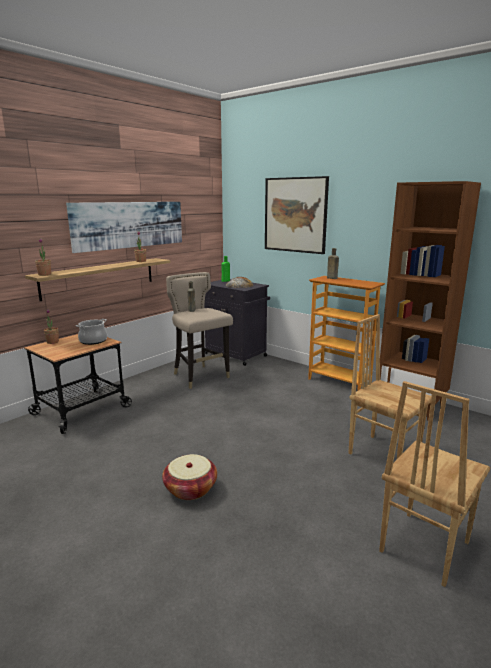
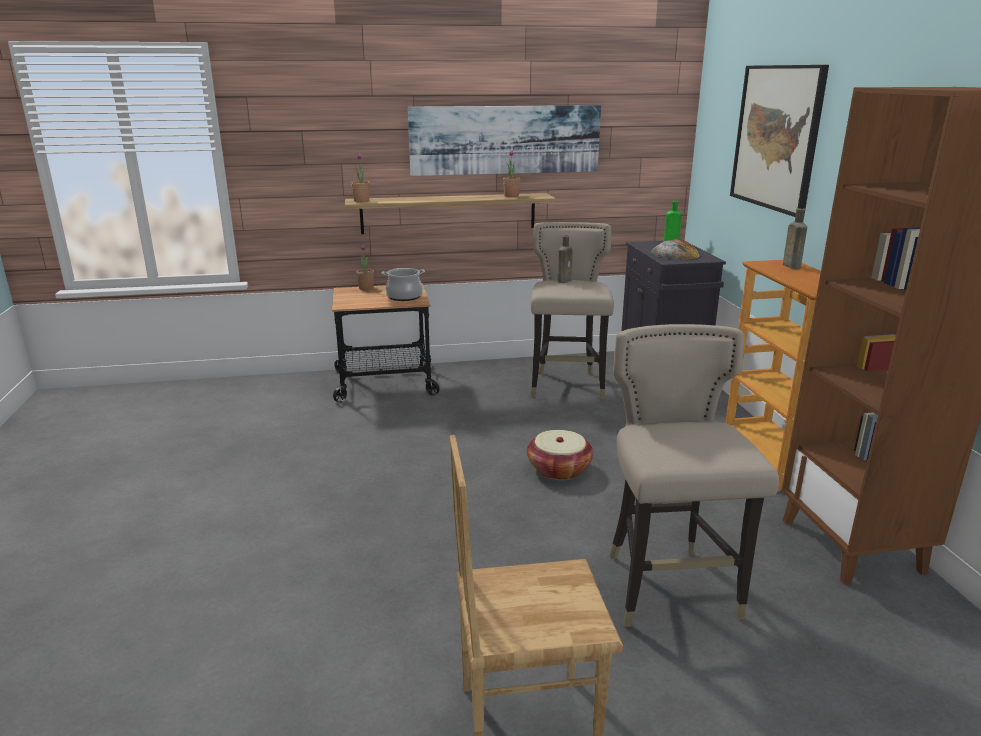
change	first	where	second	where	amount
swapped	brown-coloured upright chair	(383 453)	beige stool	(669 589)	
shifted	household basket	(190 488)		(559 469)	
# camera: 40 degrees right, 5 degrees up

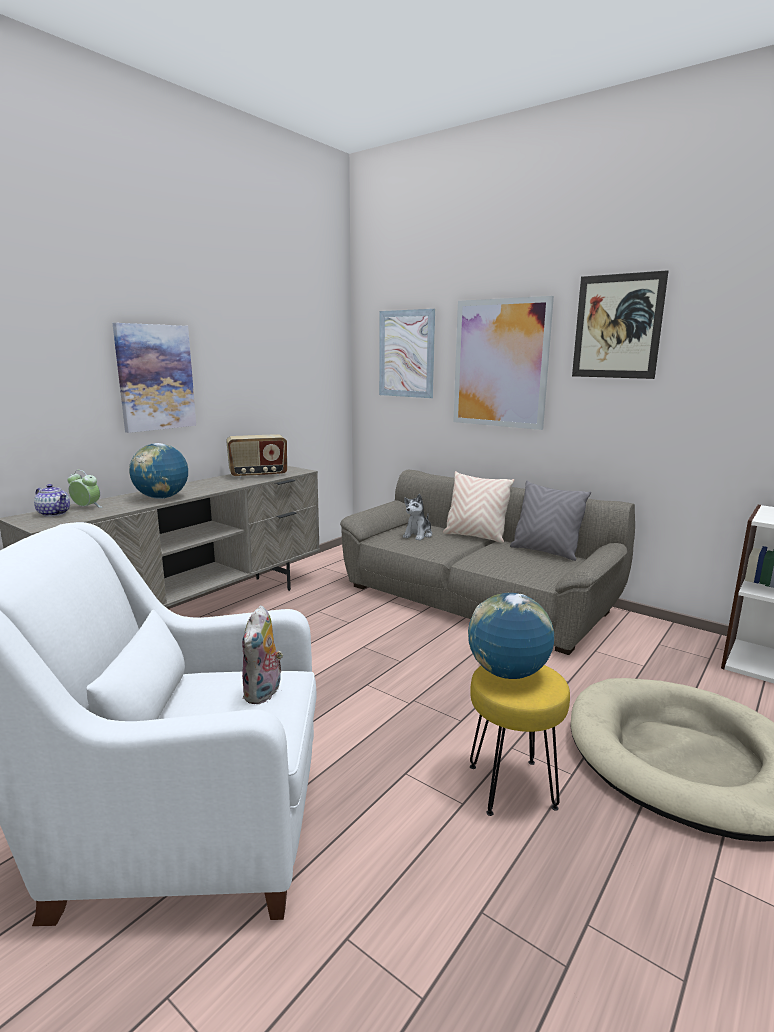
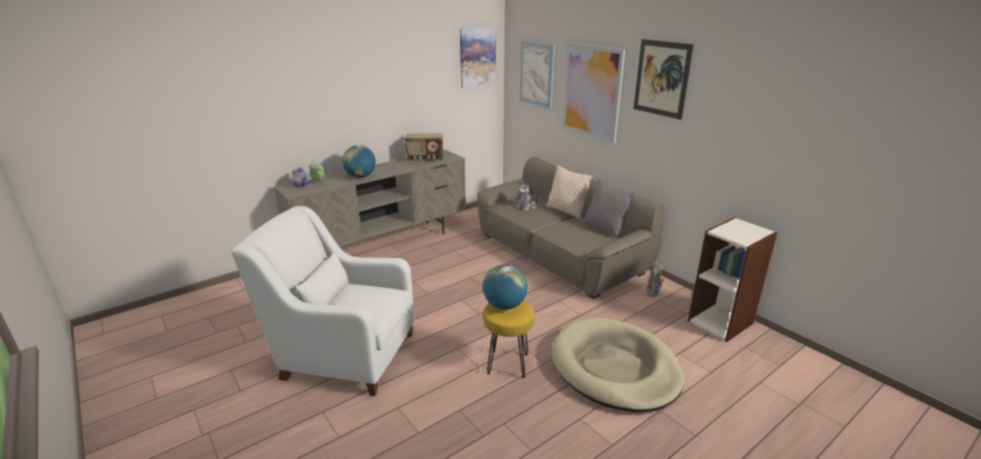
change	first	where	second	where	amount
shifted	wall picture	(155 377)		(477 56)	
shifted	soft toy	(264 693)		(653 293)	
# camera: 15 degrees right, 10 degrees up

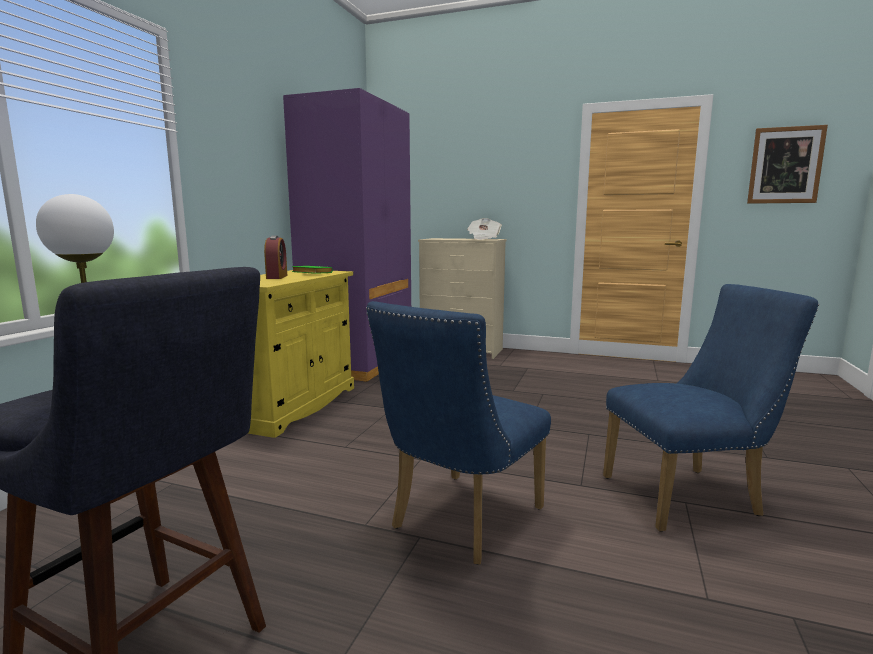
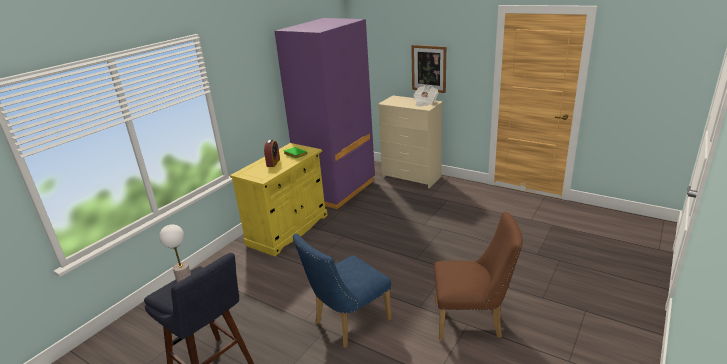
change	first	where	second	where	amount
shifted	wall picture	(785 165)		(429 68)	
repainted	blue-coloured upright chair	(690 496)	brown-coloured upright chair	(472 321)	
# camera: 15 degrees right, 15 degrees up

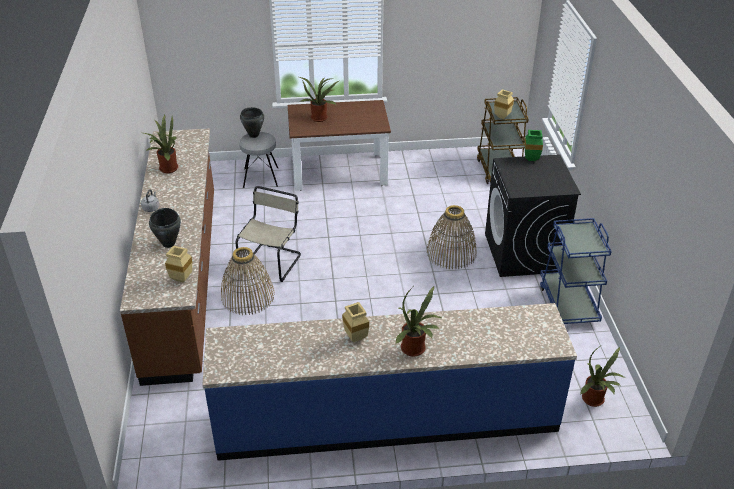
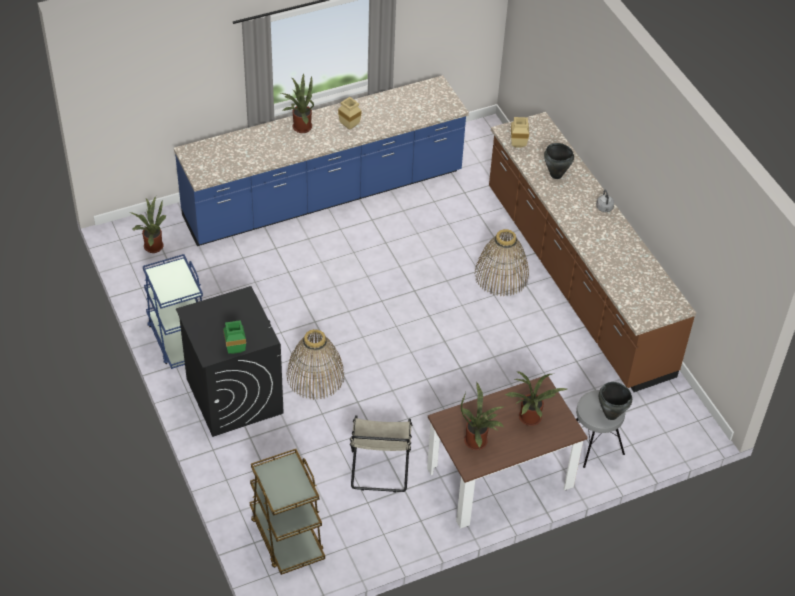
change	first	where	second	where	amount
gone	beige decorative vase	(501 117)			
shifted	potted plant	(167 168)		(478 441)	
shifted	beige upright chair	(272 261)		(380 469)	
# camera: 160 degrees right, 10 degrees up

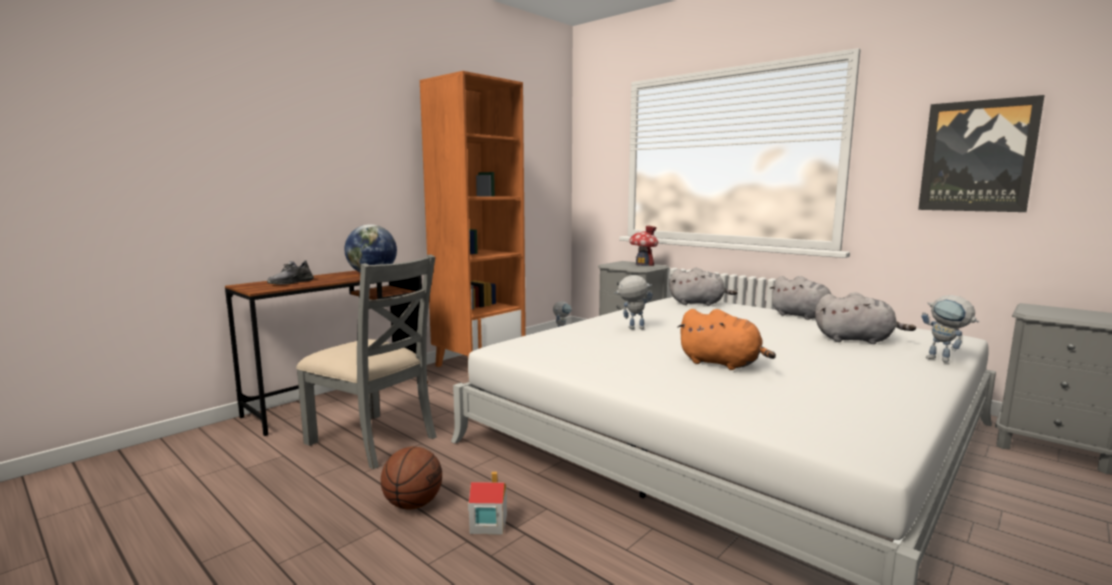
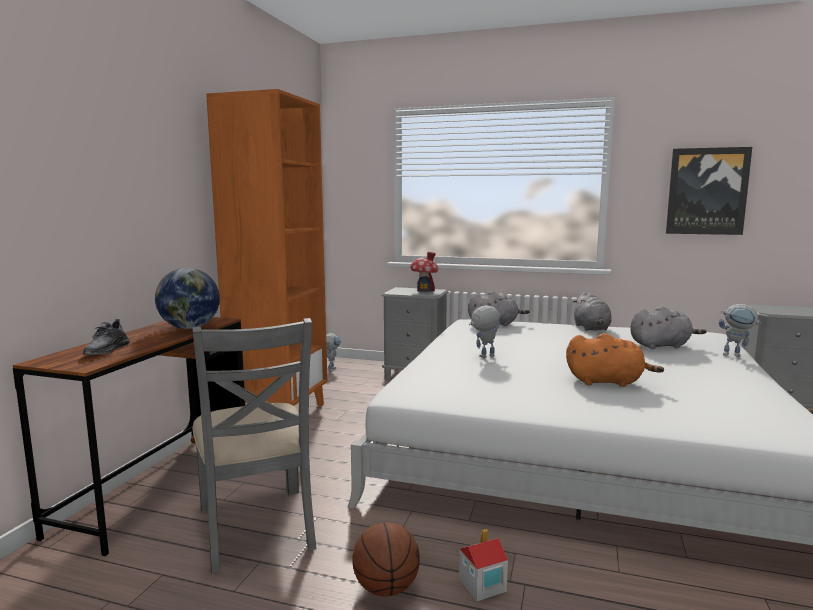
change	first	where	second	where	amount
rotated	grey upright chair	(373 440)		(257 526)	60 degrees clockwise
rotated	grey soft toy	(802 316)		(591 328)	60 degrees clockwise
# camera: 25 degrees left, 0 degrees up

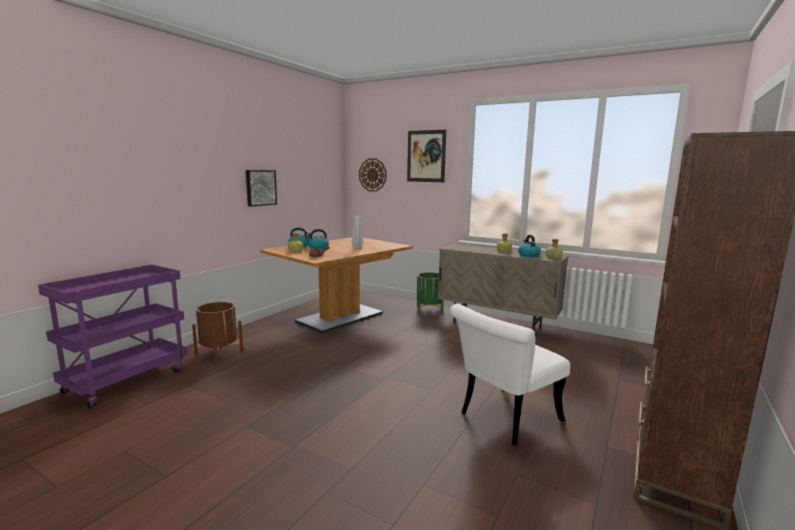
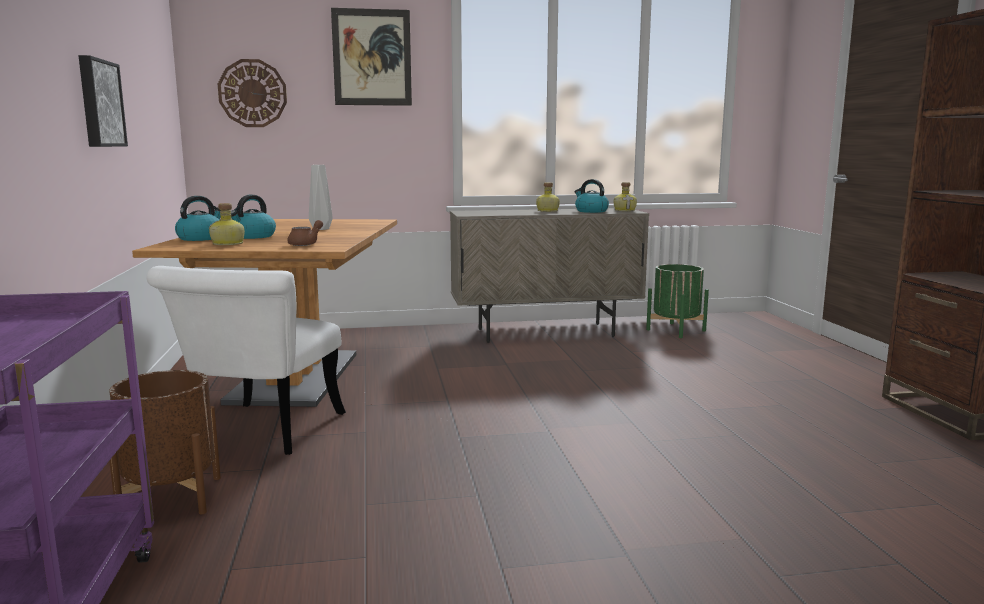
change	first	where	second	where	amount
shifted	greenish planter	(429 310)		(676 330)	
shifted	white-coloured upright chair	(503 419)		(261 434)	
# camera: 40 degrees left, 0 degrees up

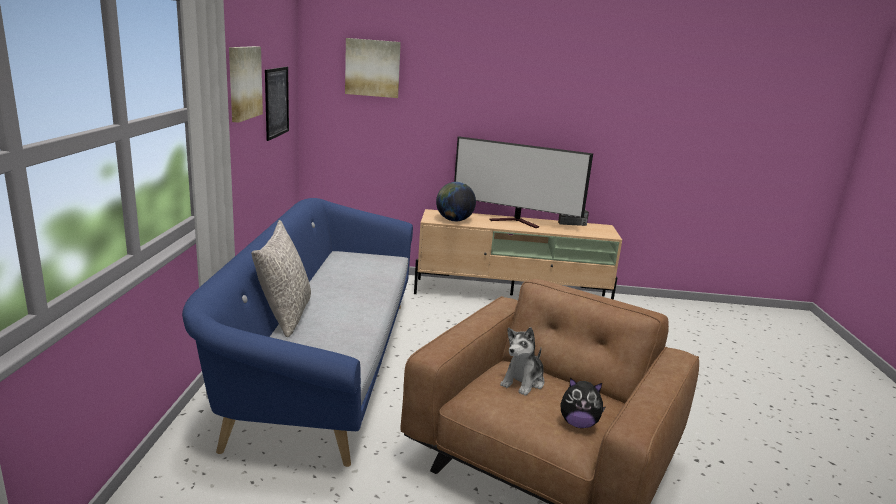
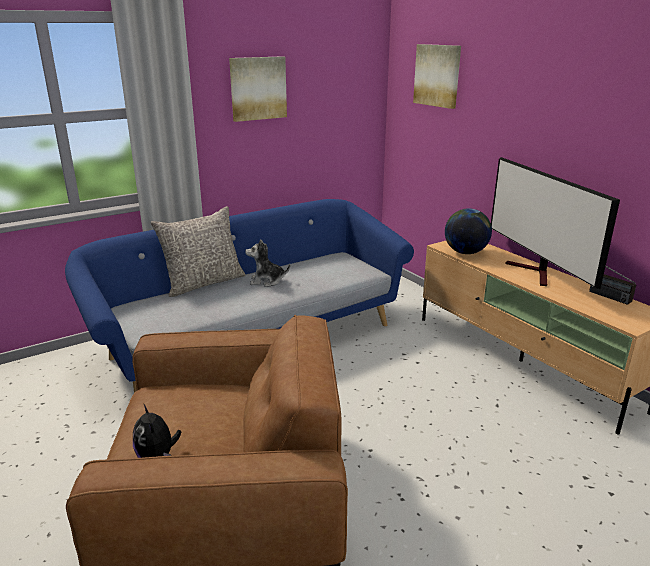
change	first	where	second	where	amount
gone	wall picture	(276 102)			
shifted	soft toy	(523 382)		(266 281)	
# camera: 55 degrees right, 5 degrees up

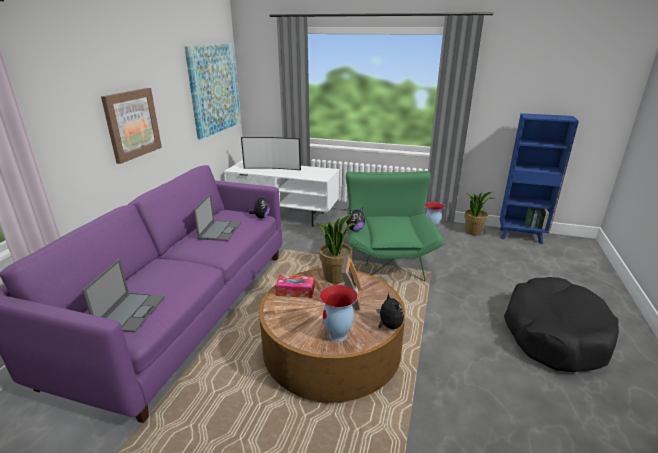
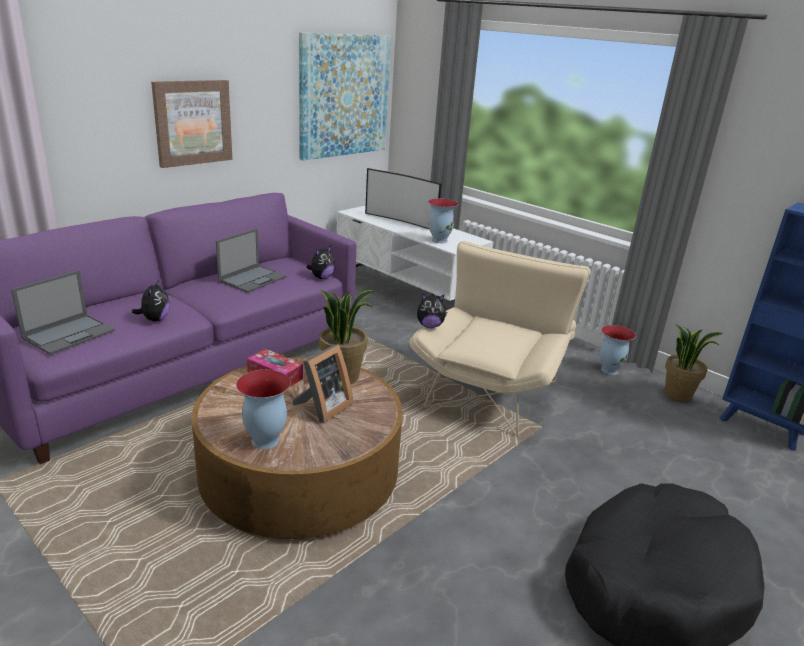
change	first	where	second	where	amount
repainted	greenish lounge chair	(386 257)	beige lounge chair	(493 387)	
shifted	soft toy	(389 326)		(155 319)	
new			decorative vase	(439 240)	
# camera: 25 degrees right, 0 degrees up

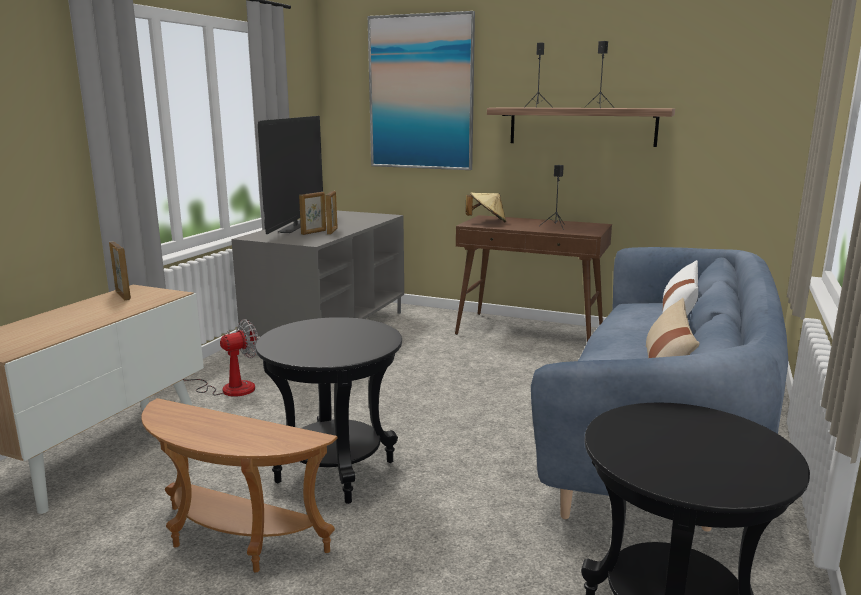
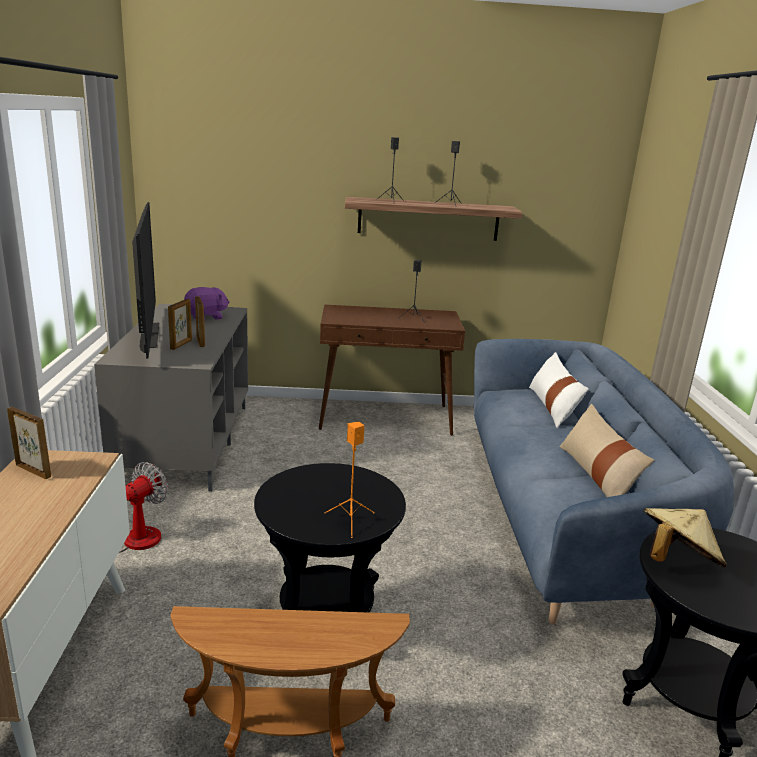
change	first	where	second	where	amount
gone	wall picture	(421 93)			
shifted	beige wearable hat	(487 222)		(676 560)	
new			purple-coloured soft toy	(206 317)	
new			orange speaker	(350 521)	
# camera: 25 degrees left, 5 degrees up

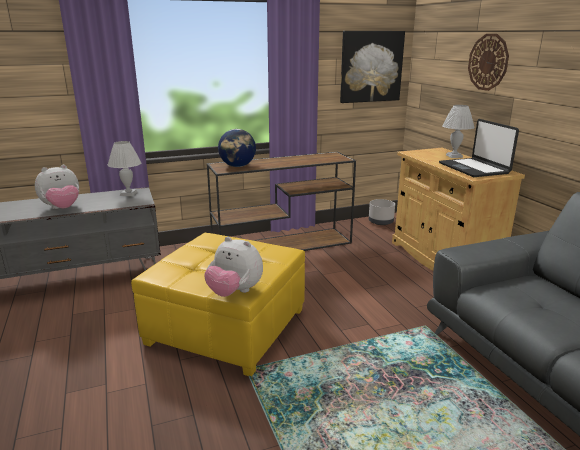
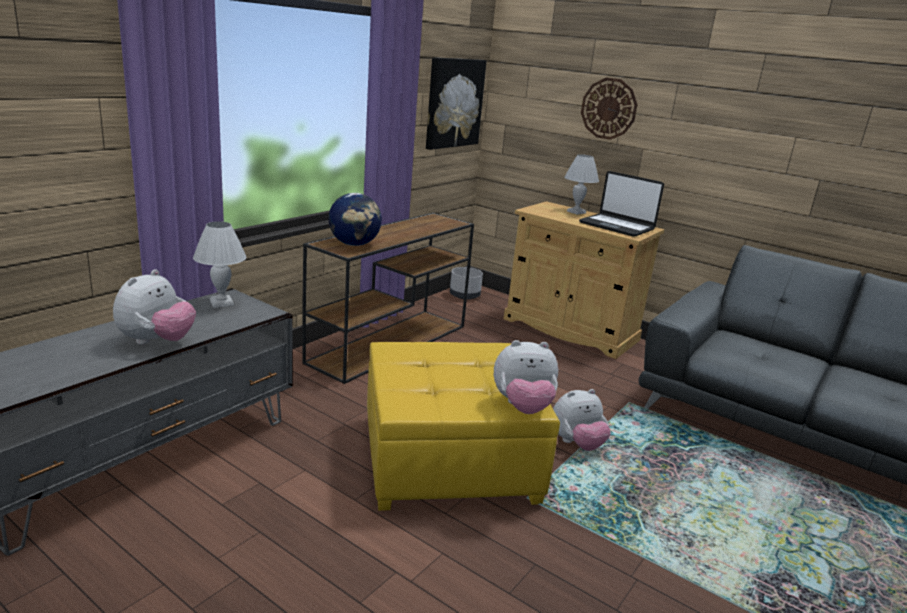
change	first	where	second	where	amount
new			soft toy	(576 444)	
# camera: 35 degrees left, 0 degrees up

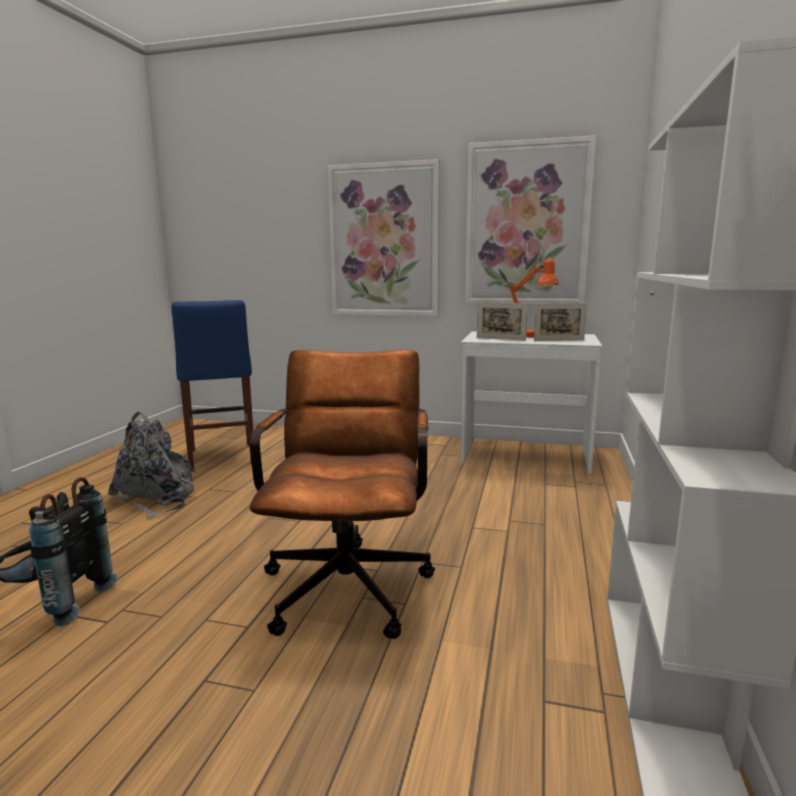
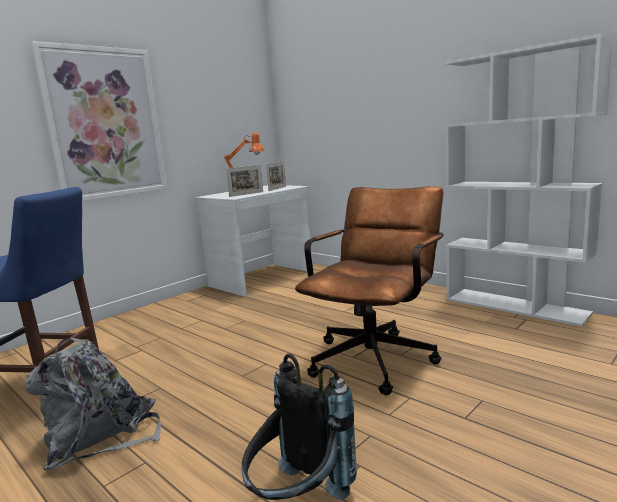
change	first	where	second	where	amount
gone	wall picture	(526 225)			
rotated	brown-coloured desk chair	(349 580)		(377 356)	90 degrees clockwise
# camera: 60 degrees left, 0 degrees up

